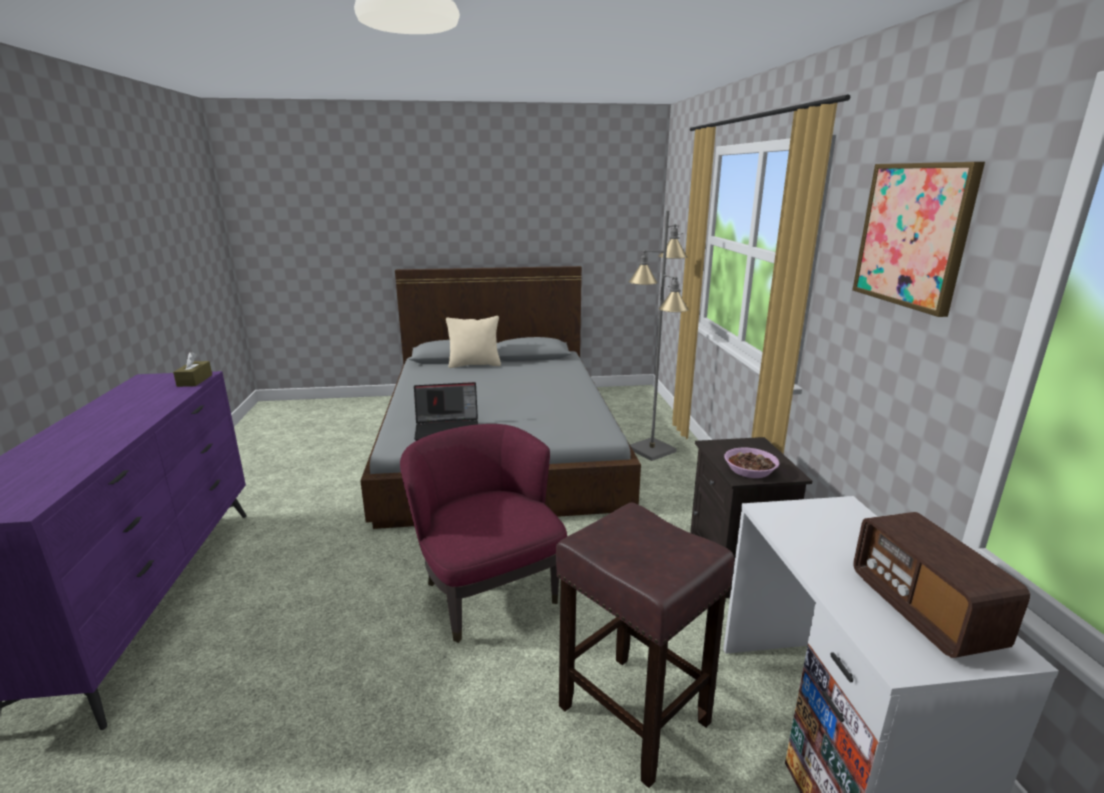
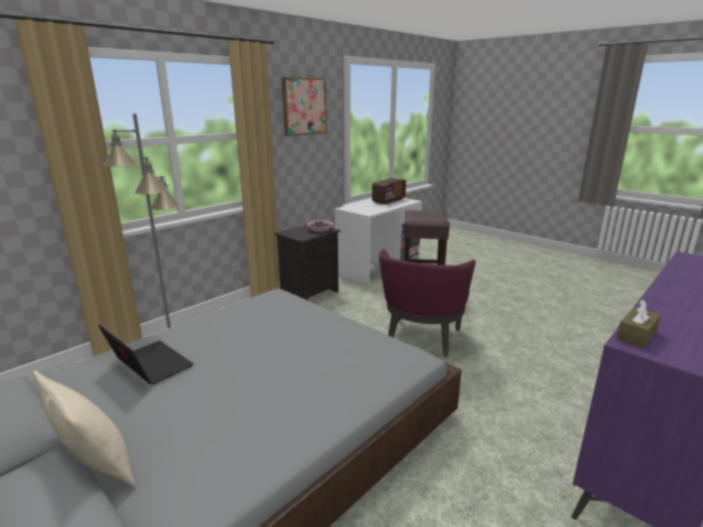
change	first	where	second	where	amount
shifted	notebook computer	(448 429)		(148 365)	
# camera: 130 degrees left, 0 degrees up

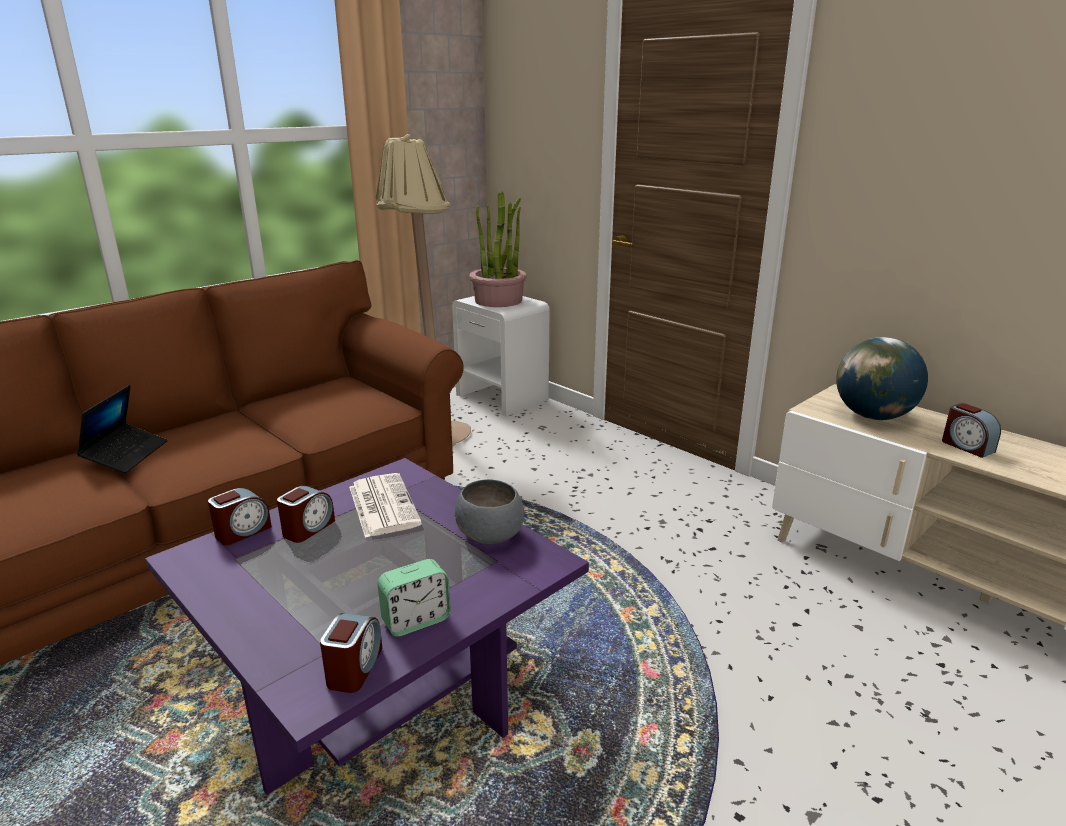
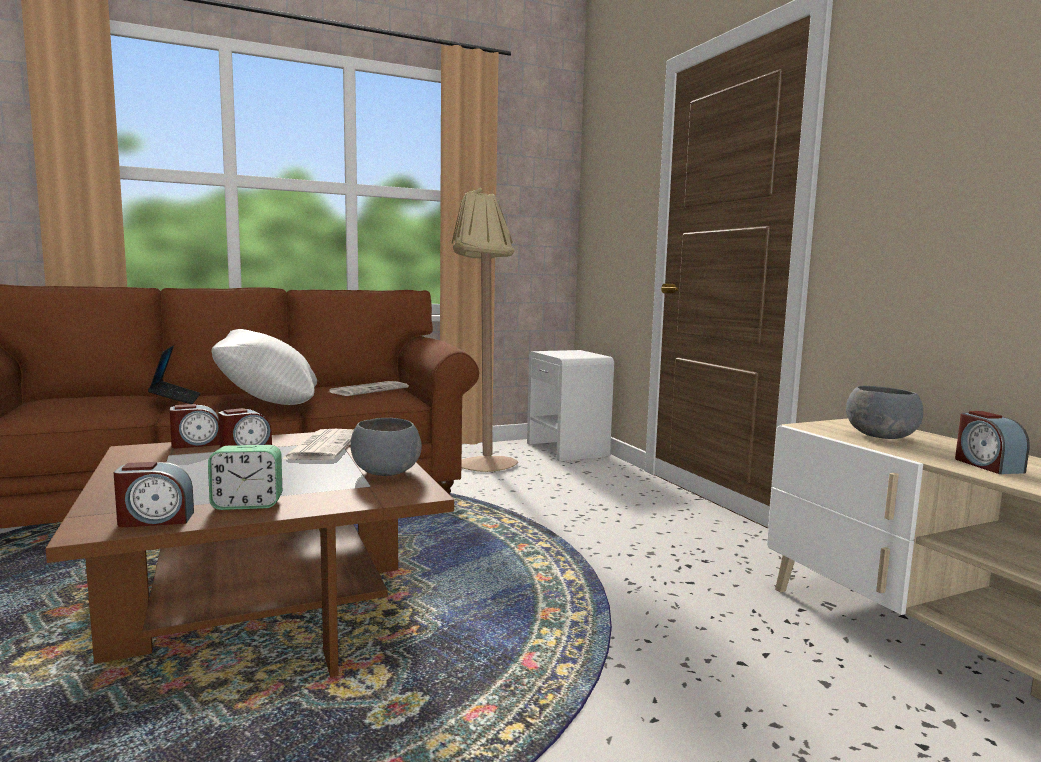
change	first	where	second	where	amount
gone	potted plant	(498 301)			
swapped	world globe	(873 416)	grey deep dish	(882 437)	
rotated	notebook computer	(126 455)		(175 399)	45 degrees counterclockwise
repainted	purple-coloured coffee table	(379 680)	brown-coloured coffee table	(268 610)	
rotated	table clock	(354 668)		(155 519)	45 degrees clockwise
new			white-coloured pillow	(268 403)	
new			daily paper	(369 390)	
# camera: 20 degrees right, 15 degrees down

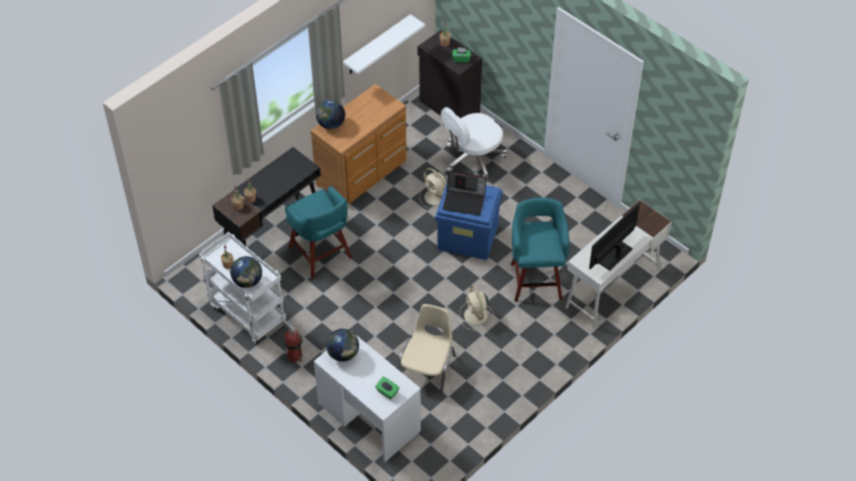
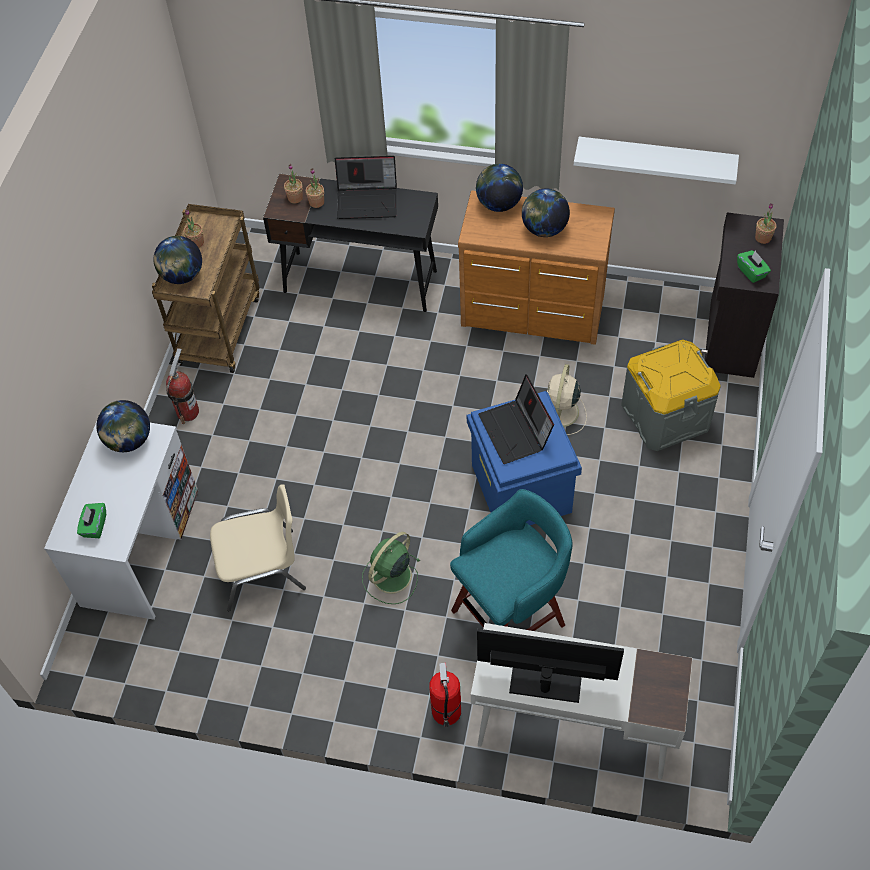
change	first	where	second	where	amount
swapped	white-coloured desk chair	(472 158)	grey storage box	(665 415)	
gone	blue-green stool	(321 254)			
repainted	white-coloured wheeled cart	(246 314)	brown-coloured wheeled cart	(219 328)	
repainted	beige electric fan	(476 316)	greenish electric fan	(390 577)	
new			notebook computer	(368 200)	
new			world globe	(544 229)	
new			fire-fighting cylinder	(446 713)	
# camera: 60 degrees right, 5 degrees up

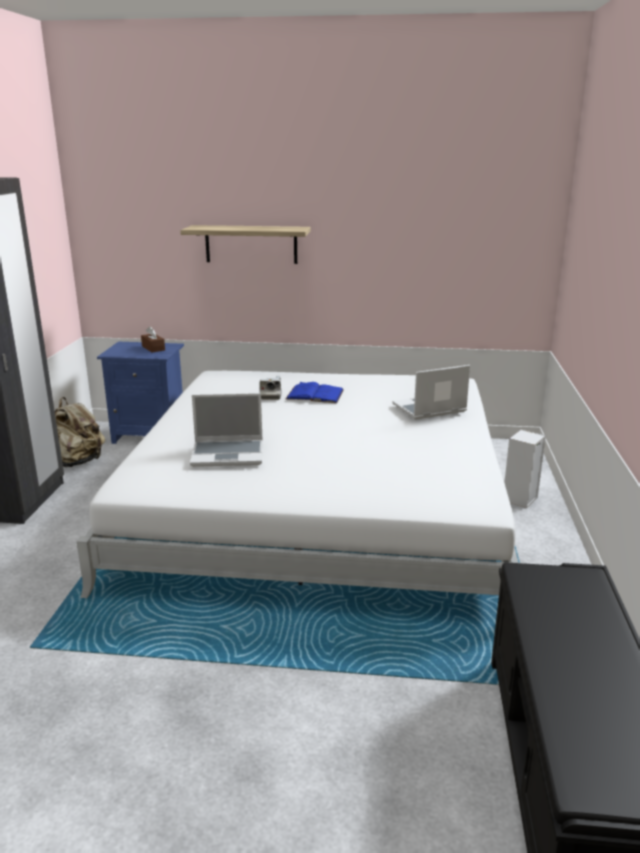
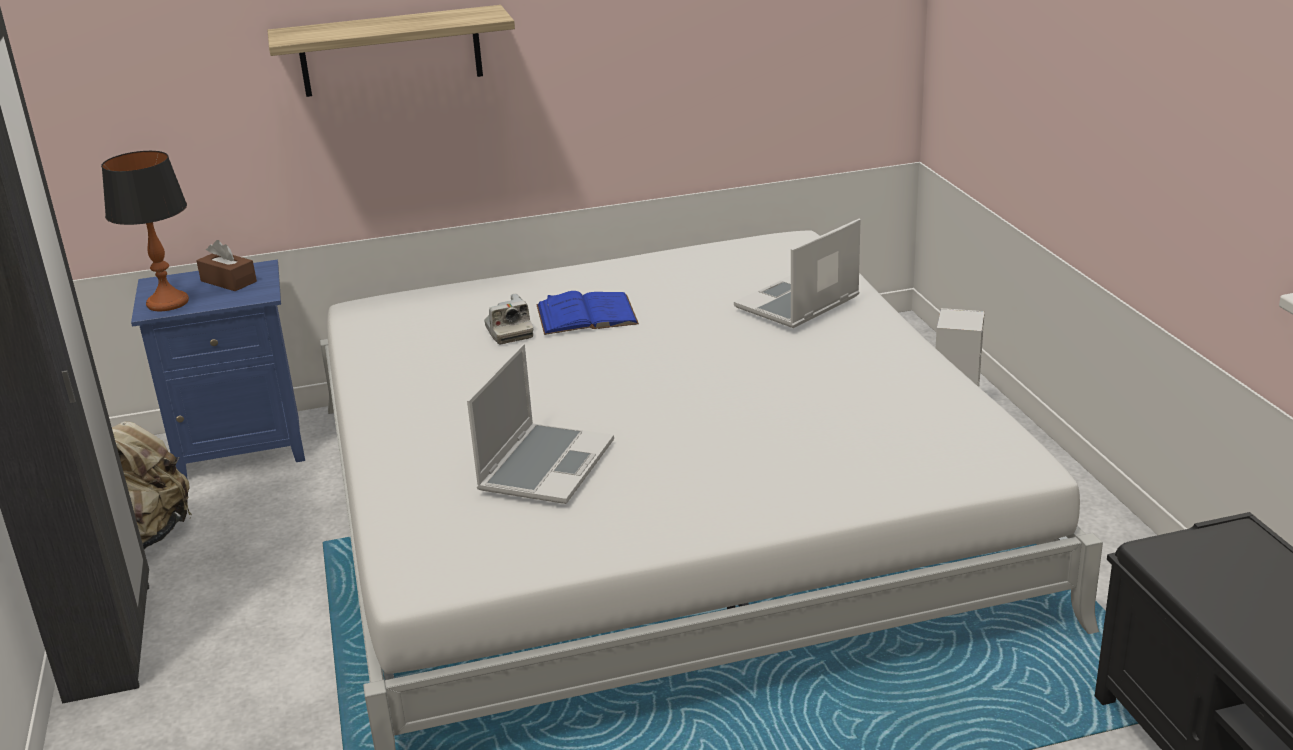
change	first	where	second	where	amount
rotated	notebook computer	(229 454)		(545 465)	45 degrees counterclockwise
new			table lamp	(167 303)	
# camera: 20 degrees left, 5 degrees up

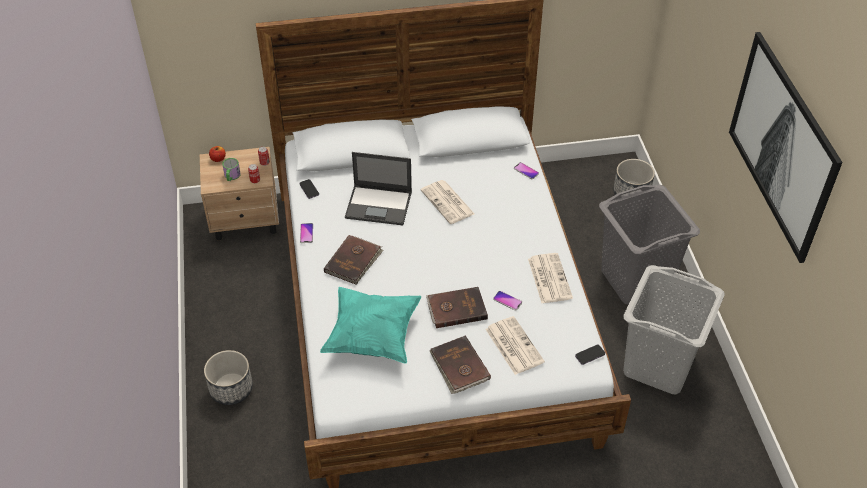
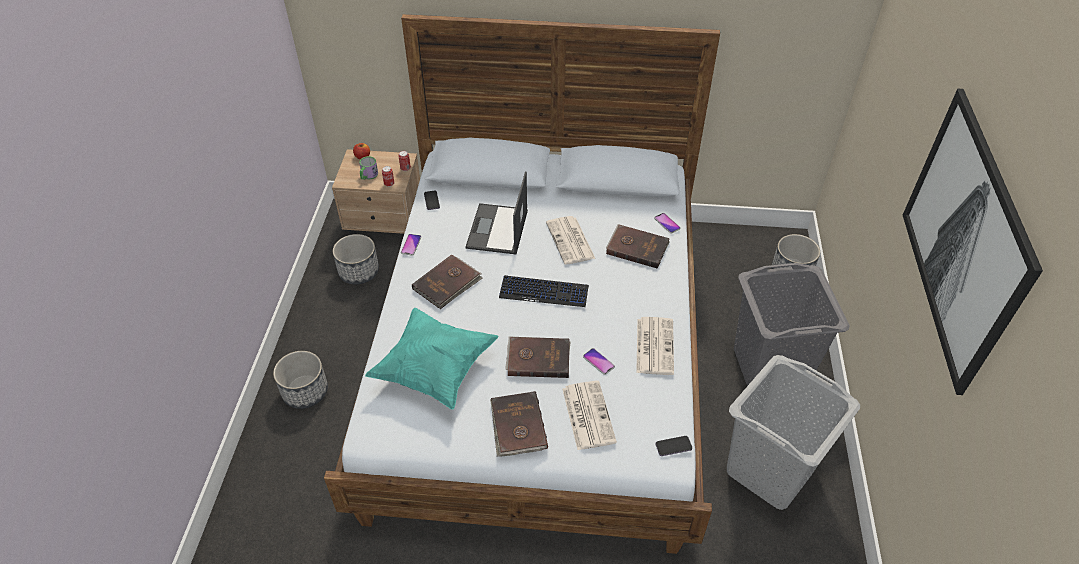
change	first	where	second	where	amount
rotated	notebook computer	(379 205)		(497 230)	75 degrees clockwise
new			brown-coloured bound book	(637 247)	
new			planter	(358 272)	
new			PC keyboard	(544 292)	
# camera: 15 degrees right, 0 degrees up

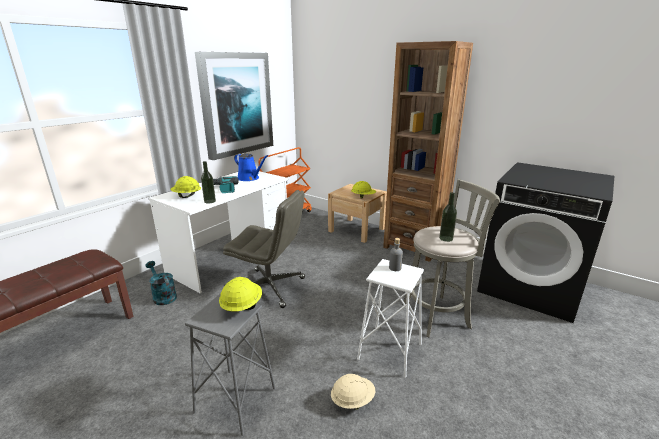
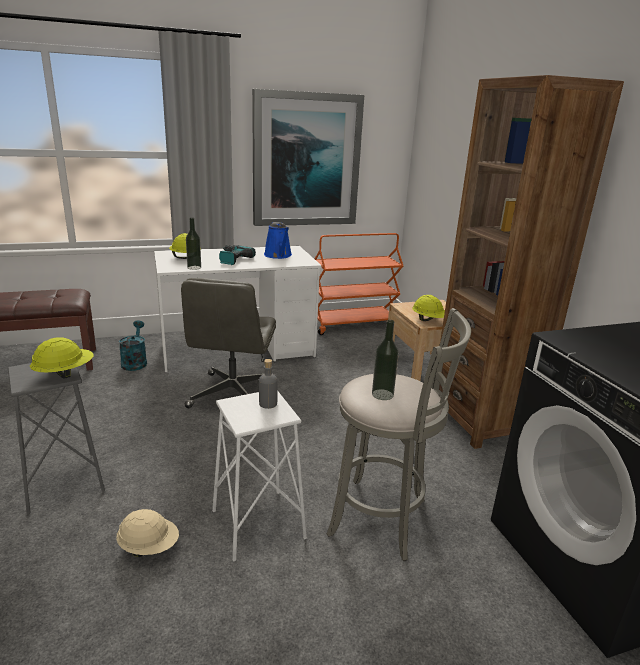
change	first	where	second	where	amount
rotated	grey desk chair	(270 288)		(233 394)	45 degrees clockwise
# camera: 35 degrees right, 0 degrees up

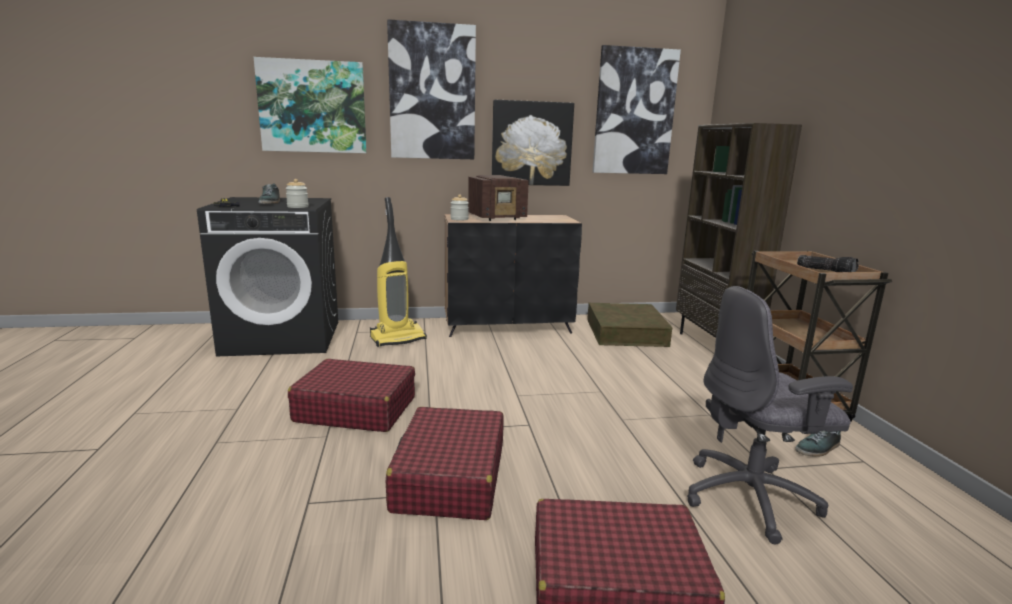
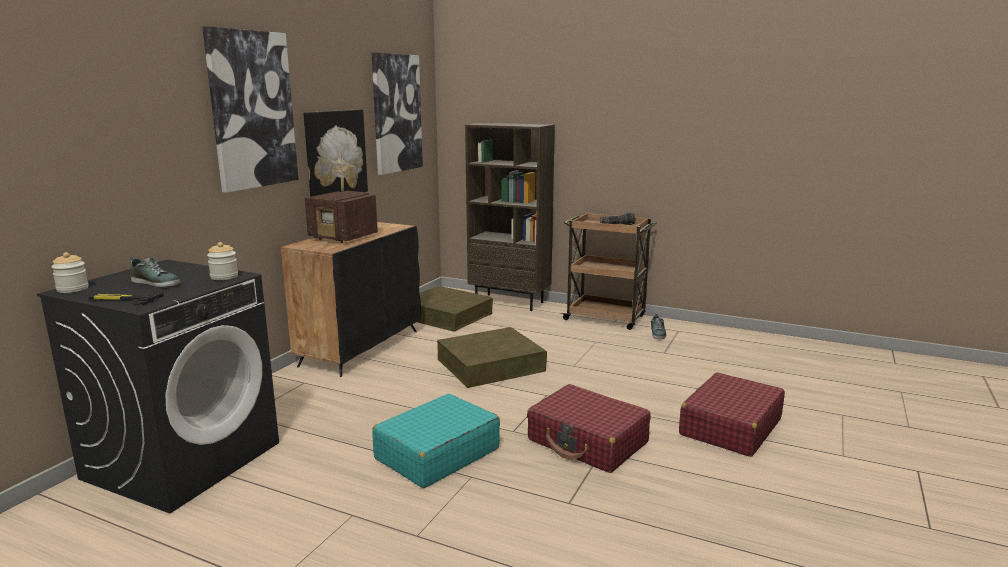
change	first	where	second	where	amount
gone	wall picture	(312 107)			
rotated	radio	(498 218)		(344 238)	105 degrees clockwise
shifted	preserve jar	(459 219)		(72 289)	
gone	vacuum cleaner	(398 338)			
gone	grey desk chair	(751 498)			
repainted	red travel case	(355 409)	blue-green travel case	(436 454)	
new			brown-coloured storage box	(490 365)	
# camera: 55 degrees left, 0 degrees up

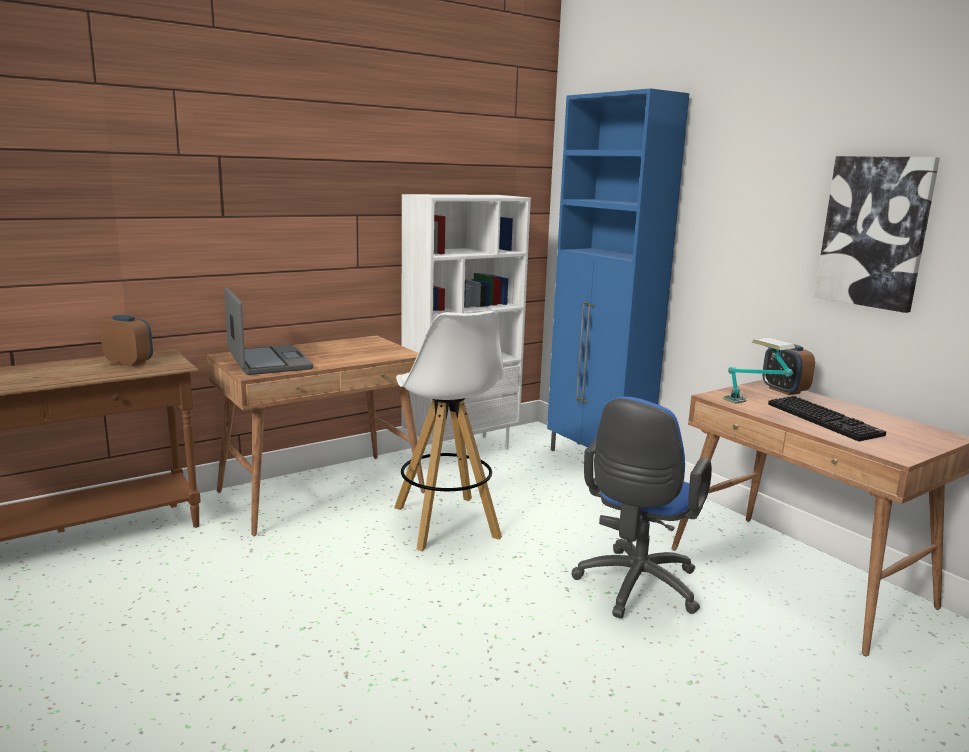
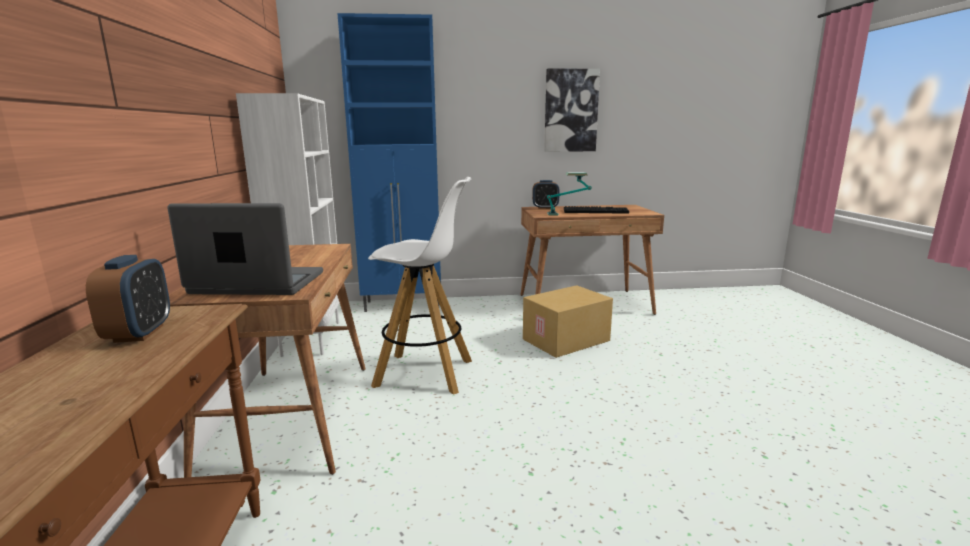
change	first	where	second	where	amount
rotated	table clock	(129 363)		(139 333)	120 degrees clockwise
swapped	blue-coloured desk chair	(635 588)	carton	(566 340)	
# camera: 60 degrees left, 0 degrees up

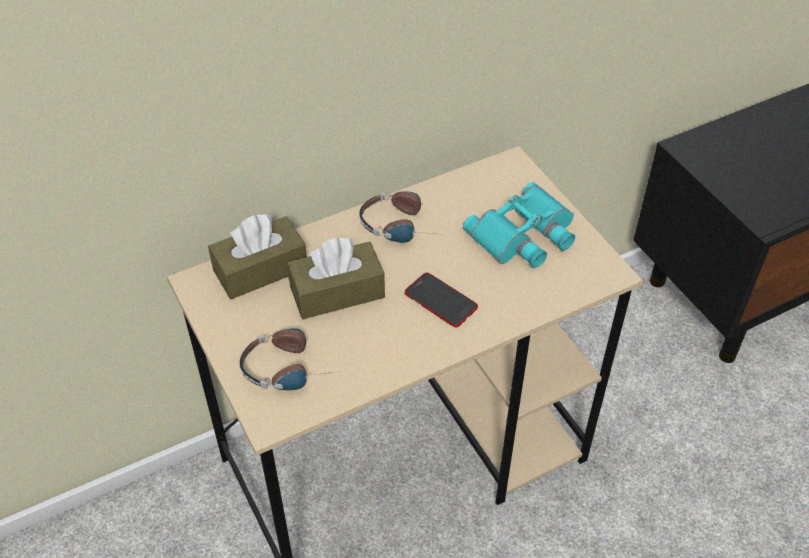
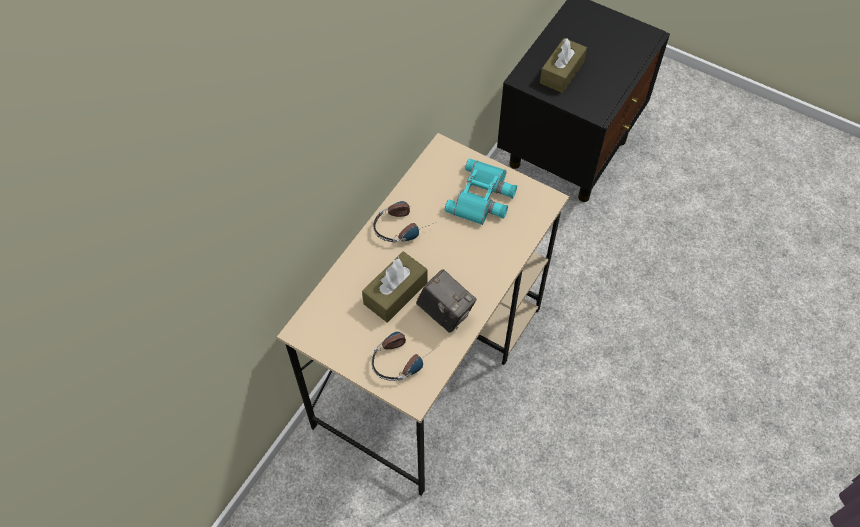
change	first	where	second	where	amount
shifted	brown-coloured box of tissues	(260 269)		(562 72)	
gone	phone	(440 301)			
new			still camera	(445 312)	
# camera: 30 degrees left, 10 degrees up

